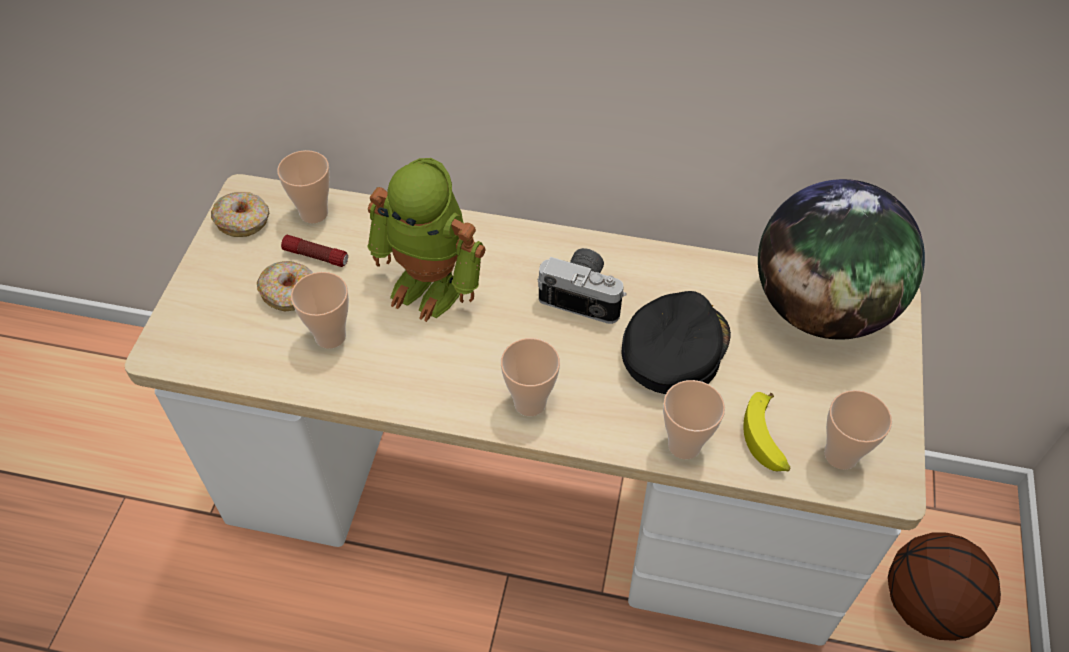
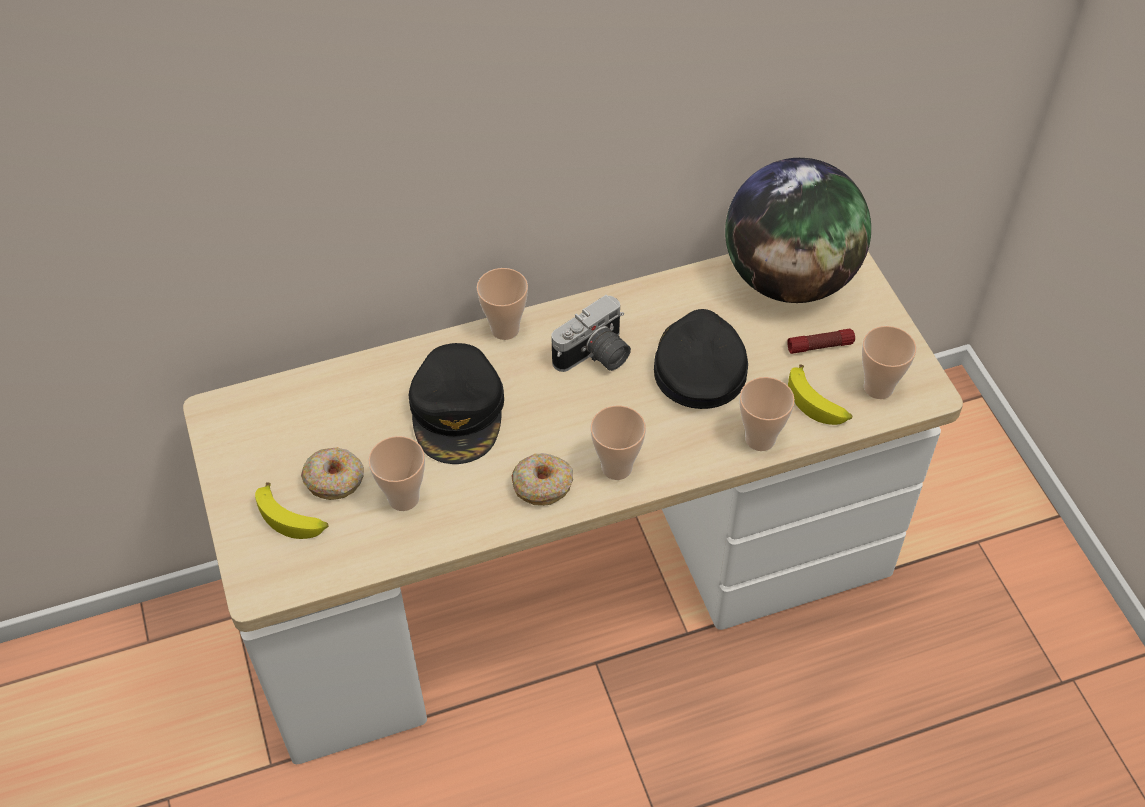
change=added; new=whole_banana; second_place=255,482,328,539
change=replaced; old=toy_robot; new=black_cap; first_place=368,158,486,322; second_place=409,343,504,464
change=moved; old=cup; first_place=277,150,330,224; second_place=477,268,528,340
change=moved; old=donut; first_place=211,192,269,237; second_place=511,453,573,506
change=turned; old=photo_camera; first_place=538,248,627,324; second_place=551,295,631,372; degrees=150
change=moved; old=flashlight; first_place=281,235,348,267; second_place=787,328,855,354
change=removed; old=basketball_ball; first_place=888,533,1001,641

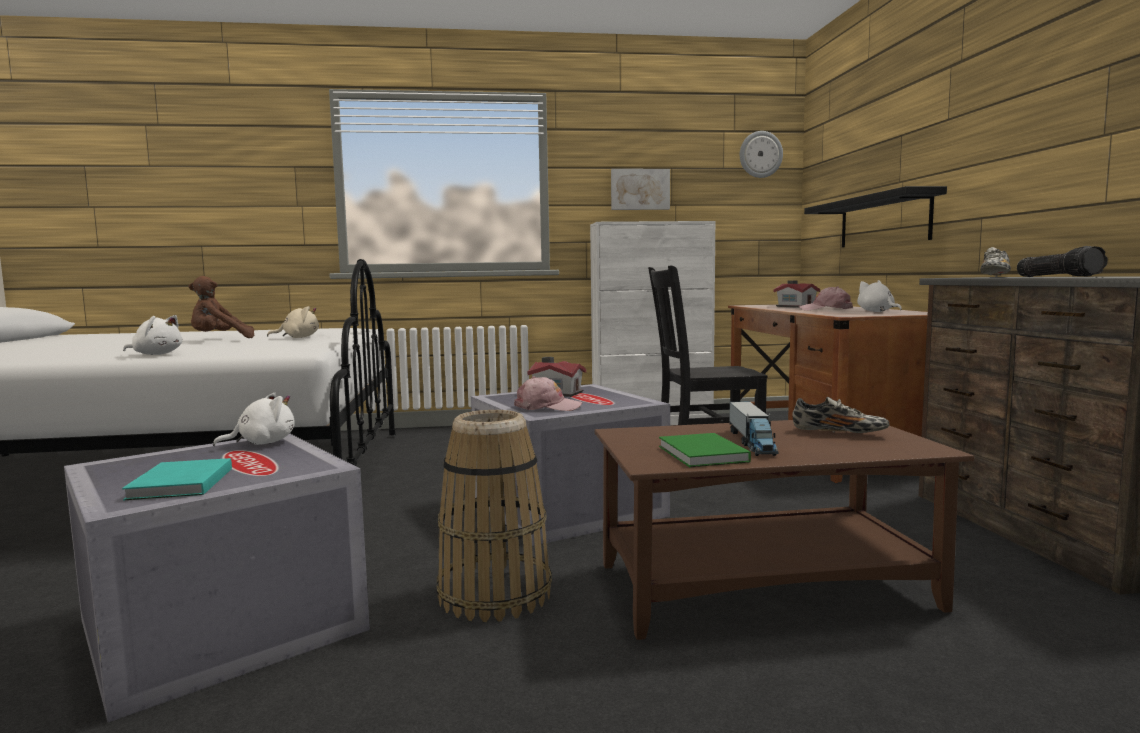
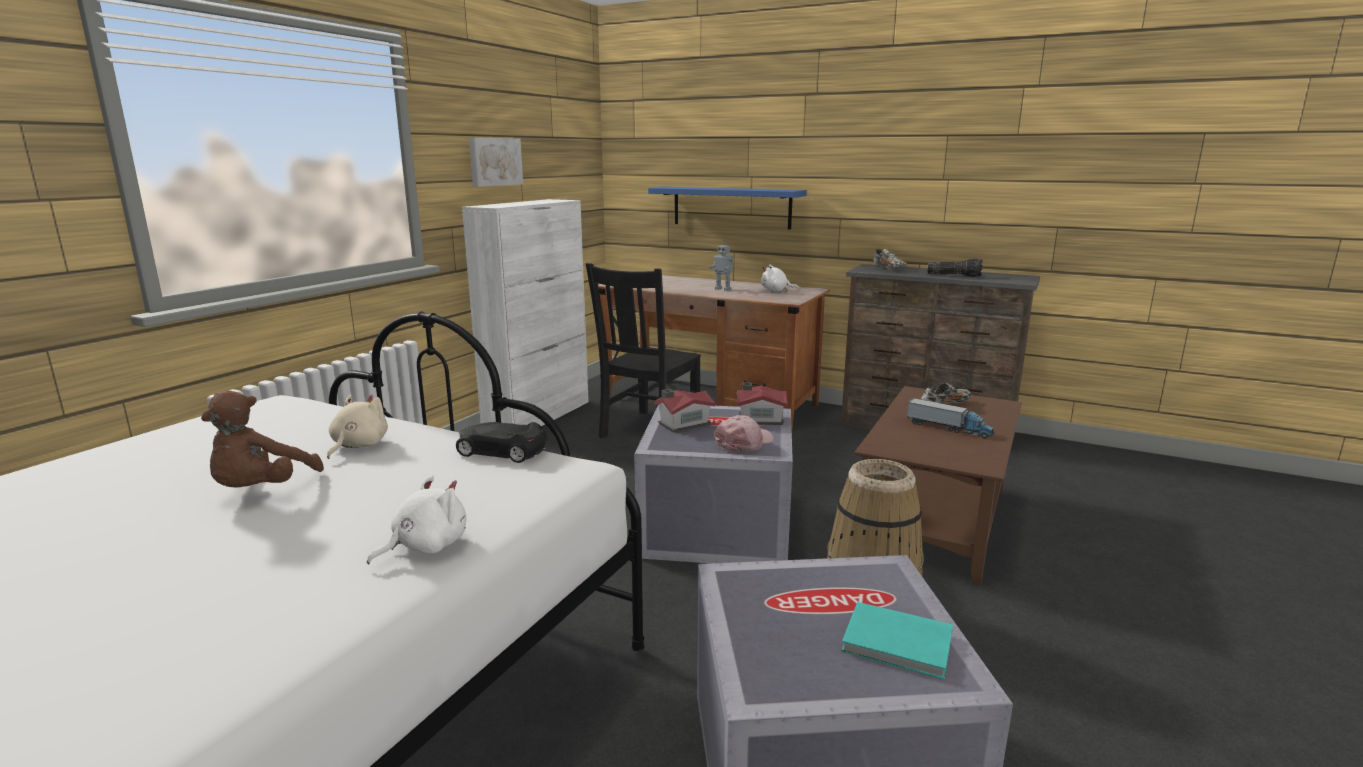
change=added; new=black_miniature_car; second_place=456,422,548,463
change=recoloured; old=black_bracket_shelf; new=blue-coloured_bracket_shelf; first_place=804,186,947,248; second_place=648,187,807,230
change=replaced; old=pink_cap; new=toy_robot; first_place=799,286,853,310; second_place=709,240,734,291
change=moved; old=toy_house; first_place=773,280,820,308; second_place=737,382,787,425
change=removed; old=whitish_cuddly_toy; first_place=213,393,295,446
change=removed; old=greenish_volume; first_place=659,433,751,467
change=removed; old=hanging_clock; first_place=740,131,783,178

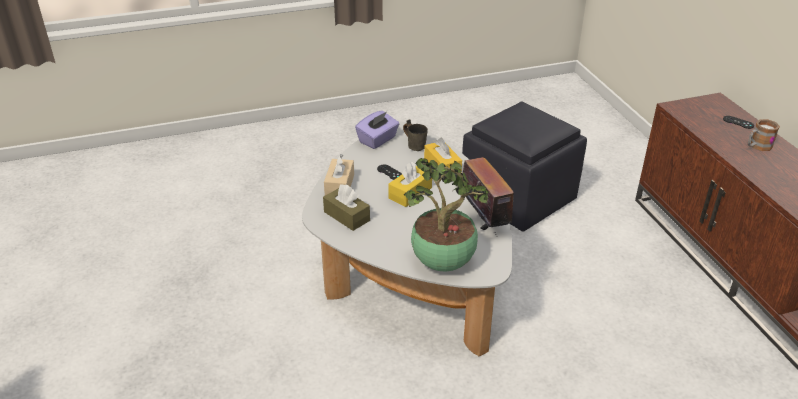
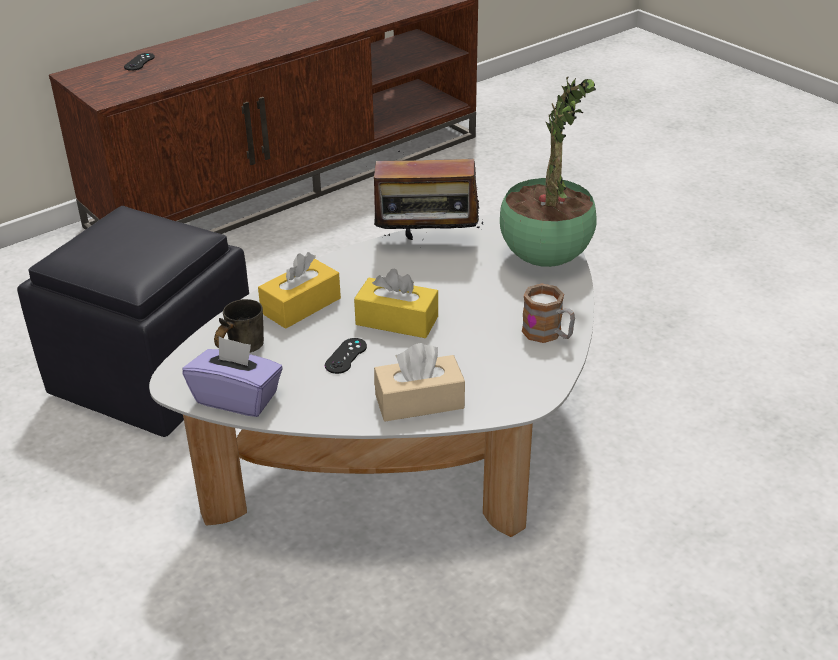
change=turned; old=radio_set; first_place=463,157,514,237; second_place=367,151,483,240; degrees=-135
change=moved; old=mug; first_place=748,119,780,151; second_place=522,283,575,343
change=removed; old=brownish_tissue_box; first_place=323,184,370,231

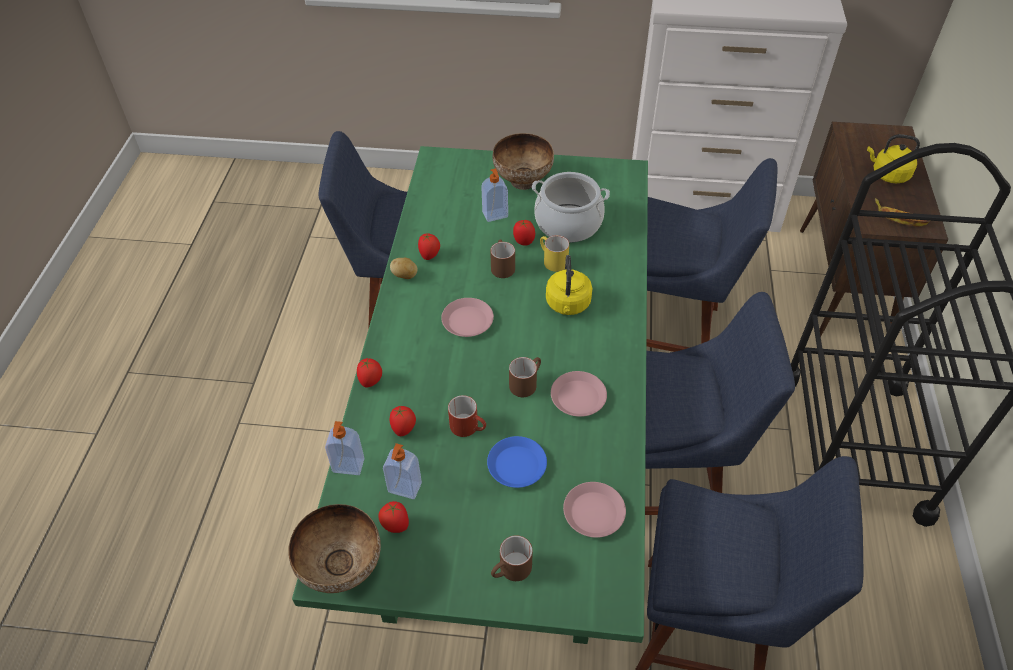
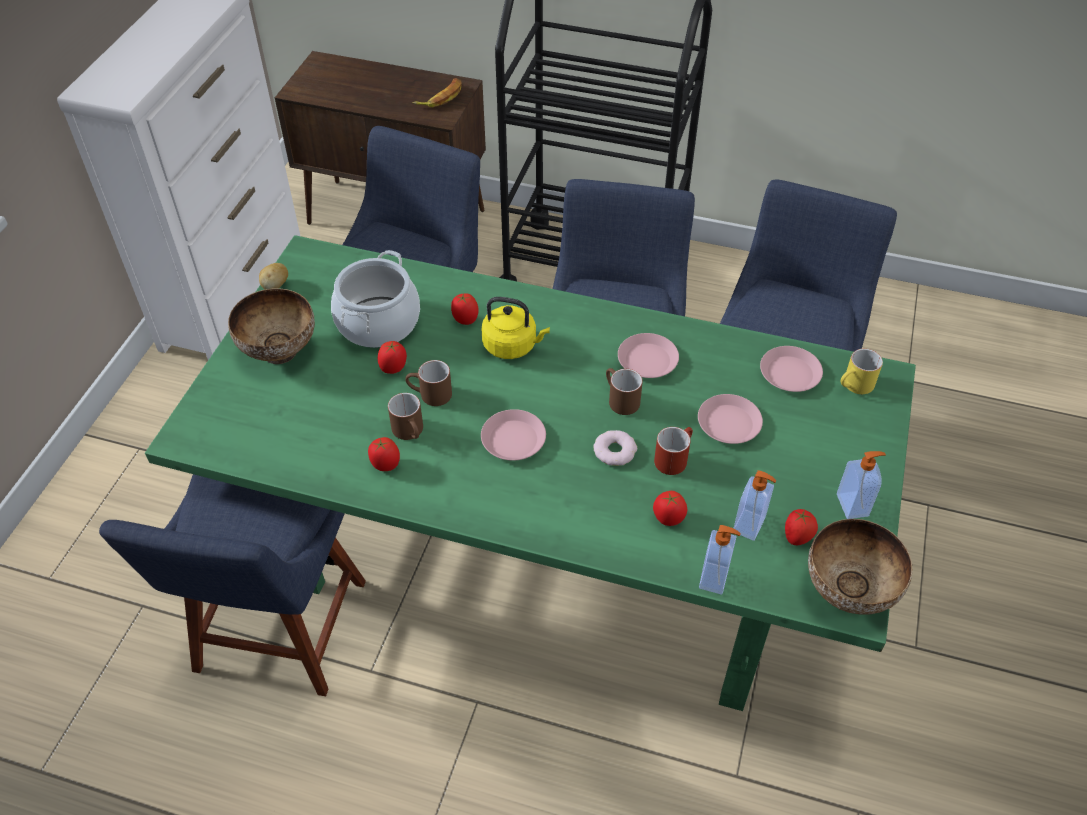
change=moved; old=potato; first_place=390,258,418,279; second_place=259,263,288,289
change=moved; old=brownish_mug; first_place=491,535,533,581; second_place=388,393,423,440
change=moved; old=tomato; first_place=357,358,382,387; second_place=451,293,479,325
change=added; new=donut; second_place=594,430,637,466
change=recoloured; old=blue-coloured_flat_dish; new=pink_flat_dish; first_place=487,436,547,488; second_place=698,394,763,444
change=moved; old=soap_bottle; first_place=481,168,508,222; second_place=837,451,886,519
change=moved; old=yellow-coloured_mug; first_place=540,235,569,272; second_place=841,349,883,394
change=removed; old=yellow-coloured_kettle; first_place=867,134,920,183

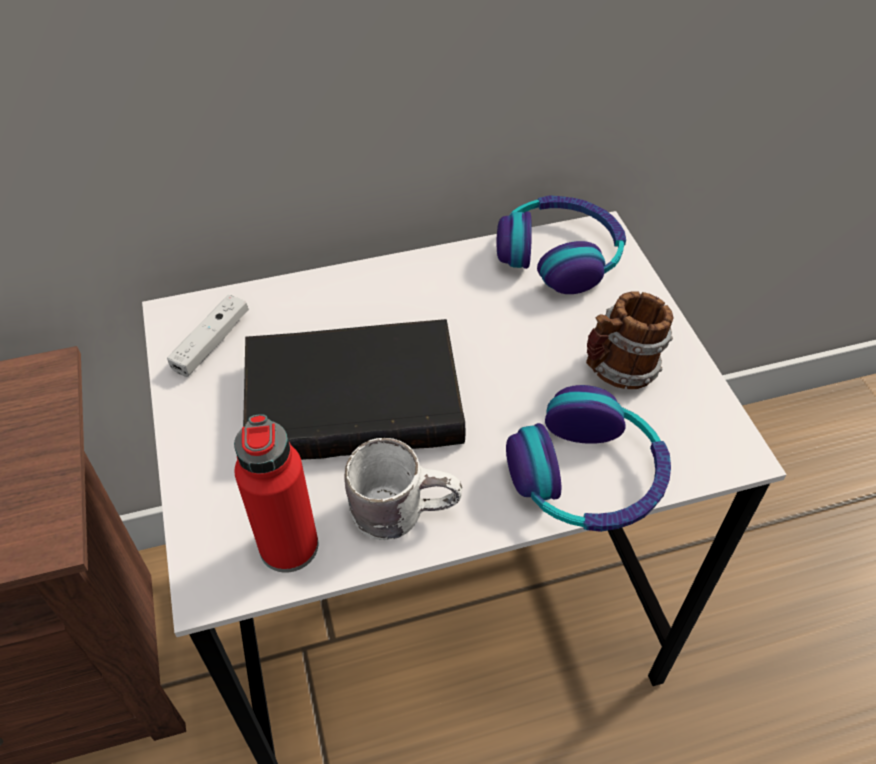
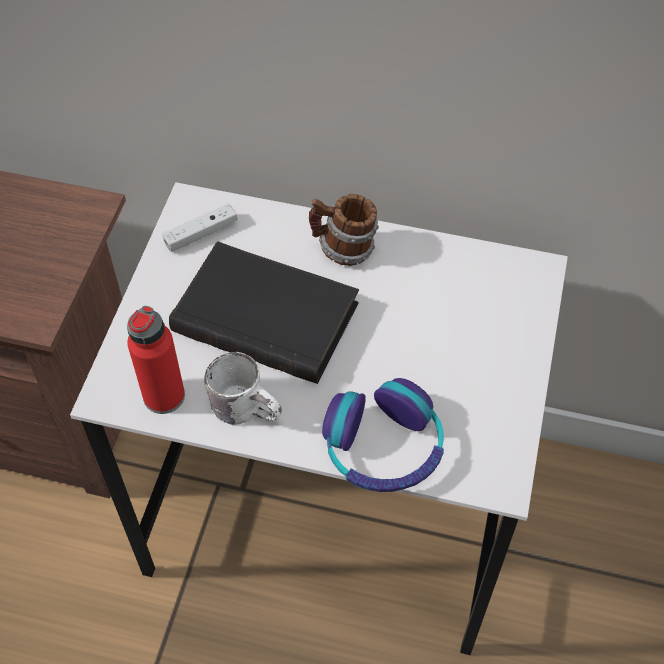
change=moved; old=mug; first_place=586,291,674,389; second_place=309,194,379,266
change=removed; old=headphones; first_place=496,195,626,294

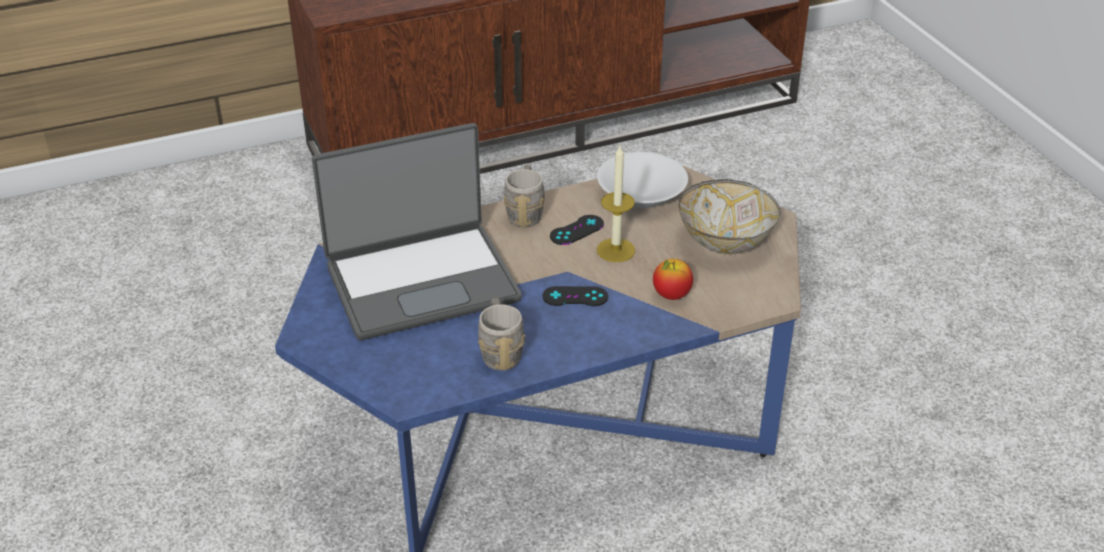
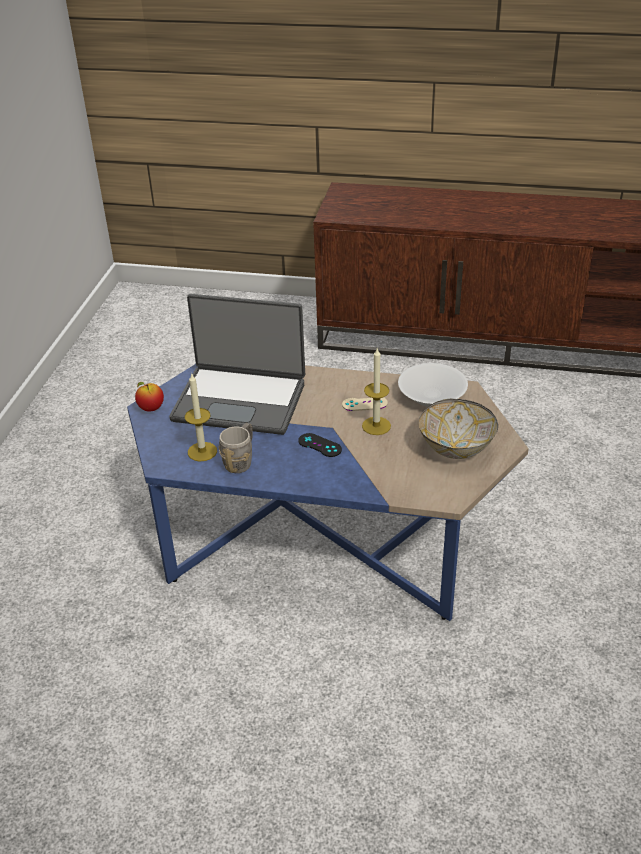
change=moved; old=apple_fruit; first_place=653,259,693,300; second_place=135,382,164,412
change=added; new=wax_light; second_place=185,374,217,461
change=recoloured; old=black_game_controller; new=sand-coloured_game_controller; first_place=550,215,604,245; second_place=342,397,388,411
change=removed; old=greyish_mug; first_place=503,165,545,227

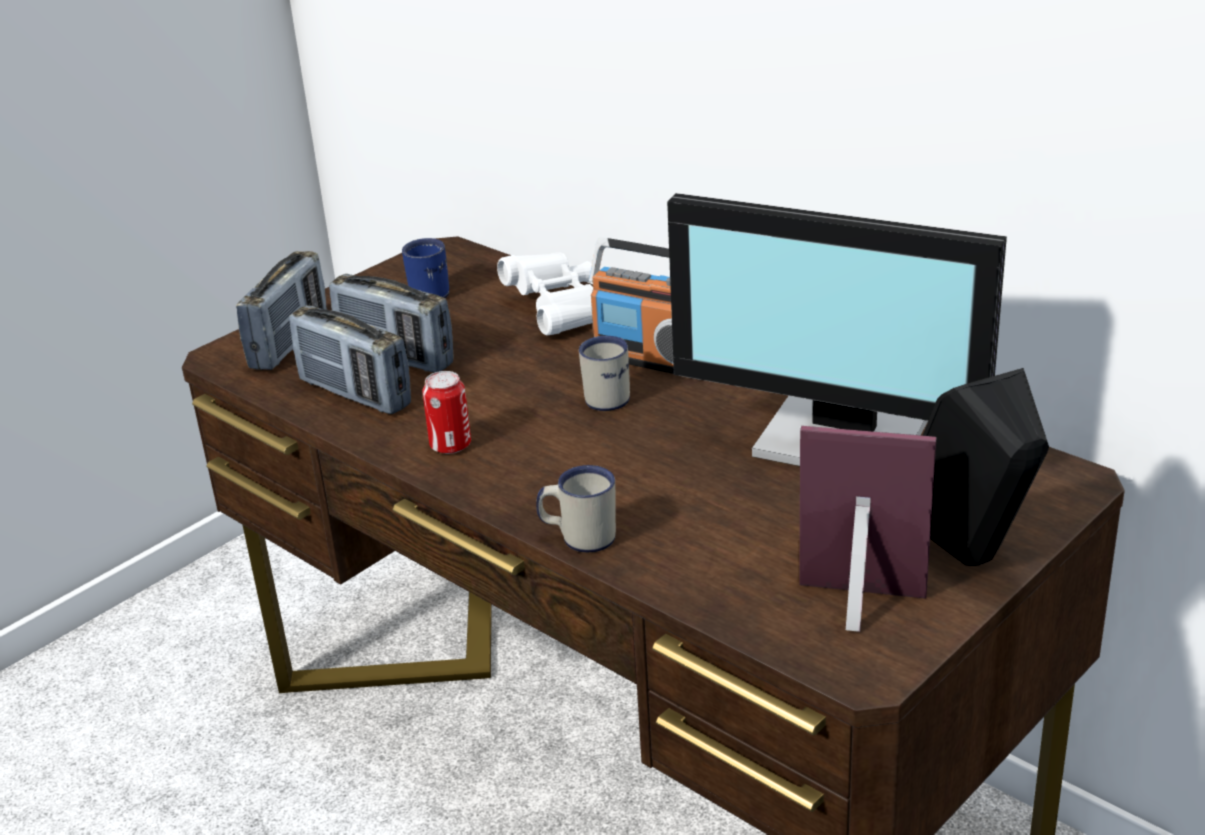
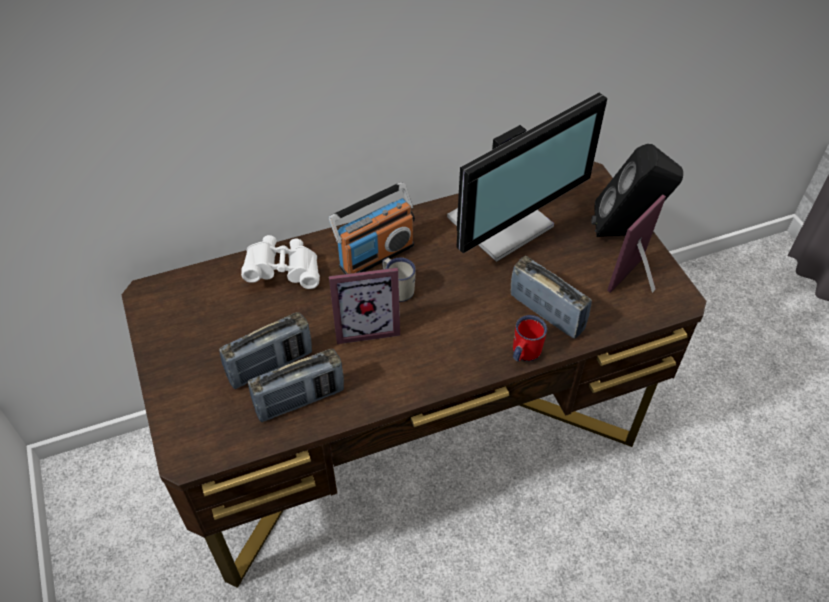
change=added; new=photo_frame; second_place=329,268,400,344
change=moved; old=radio_set; first_place=236,251,327,370; second_place=511,256,592,339
change=recoloured; old=whitish_mug; new=reddish_mug; first_place=536,465,616,553; second_place=513,315,547,362
change=removed; old=blue-coloured_mug; first_place=402,238,449,298
change=removed; old=metal_can; first_place=422,371,471,454

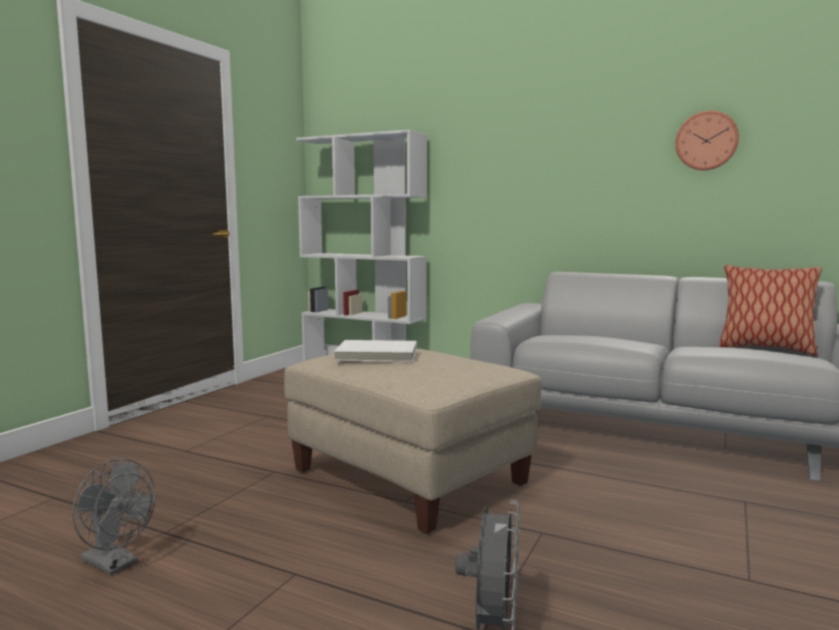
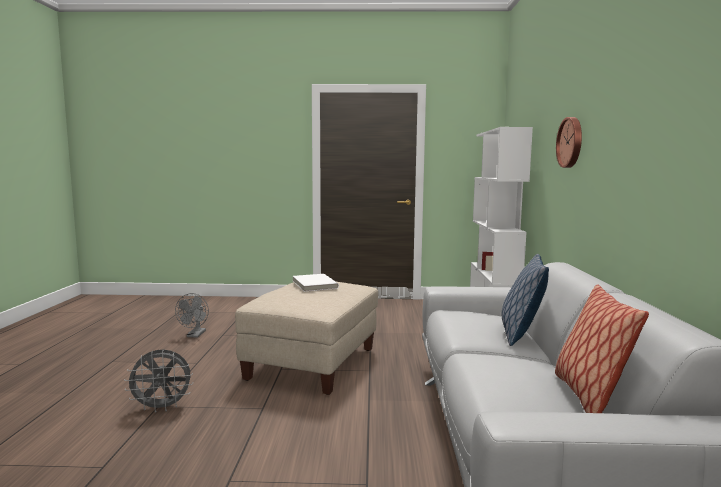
change=added; new=cushion; second_place=502,254,549,346
change=moved; old=hanging_clock; first_place=676,111,739,170; second_place=556,117,582,168

